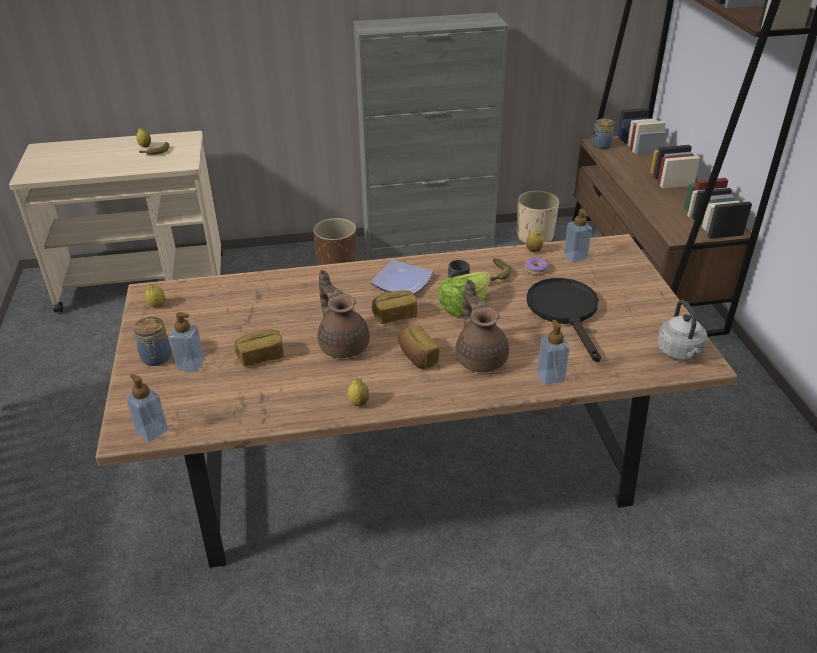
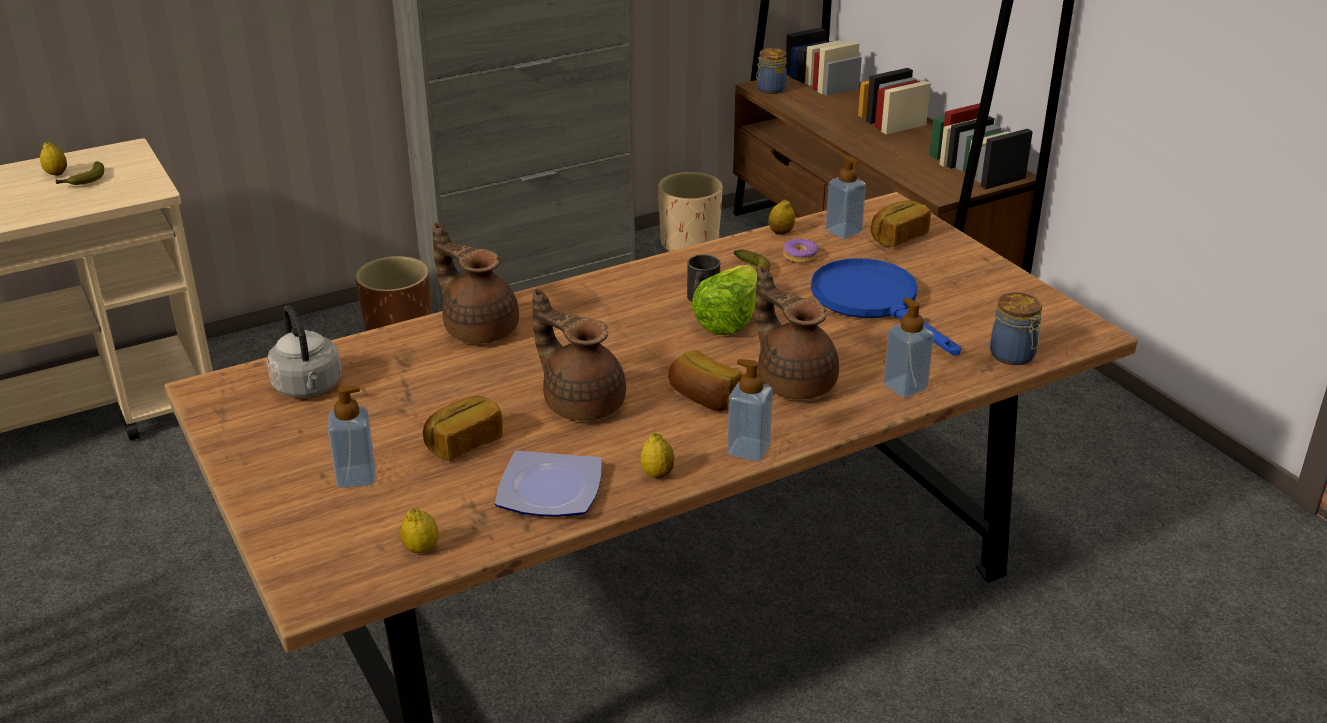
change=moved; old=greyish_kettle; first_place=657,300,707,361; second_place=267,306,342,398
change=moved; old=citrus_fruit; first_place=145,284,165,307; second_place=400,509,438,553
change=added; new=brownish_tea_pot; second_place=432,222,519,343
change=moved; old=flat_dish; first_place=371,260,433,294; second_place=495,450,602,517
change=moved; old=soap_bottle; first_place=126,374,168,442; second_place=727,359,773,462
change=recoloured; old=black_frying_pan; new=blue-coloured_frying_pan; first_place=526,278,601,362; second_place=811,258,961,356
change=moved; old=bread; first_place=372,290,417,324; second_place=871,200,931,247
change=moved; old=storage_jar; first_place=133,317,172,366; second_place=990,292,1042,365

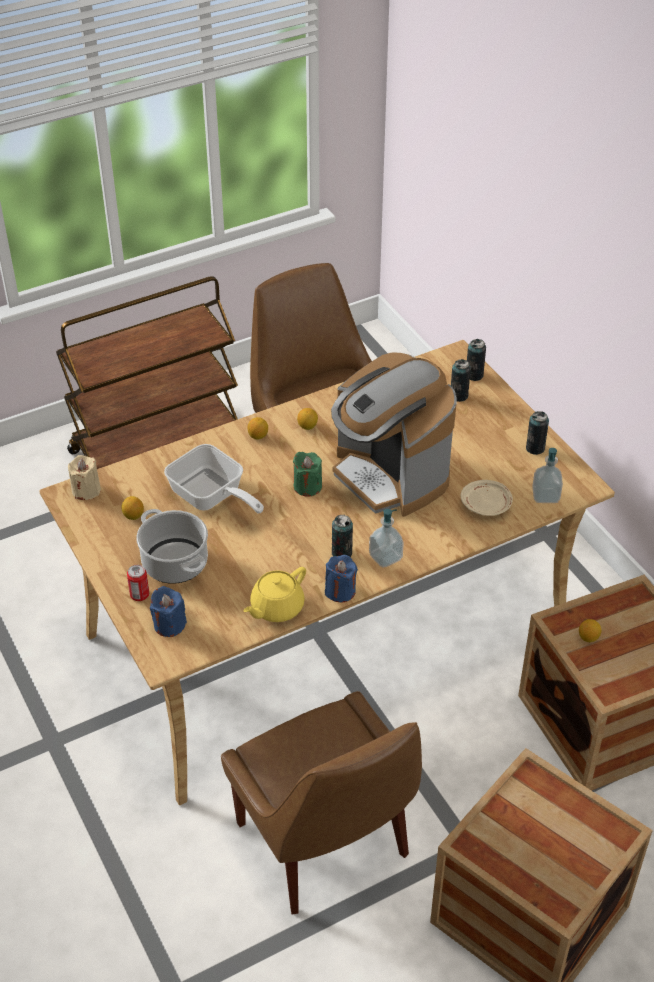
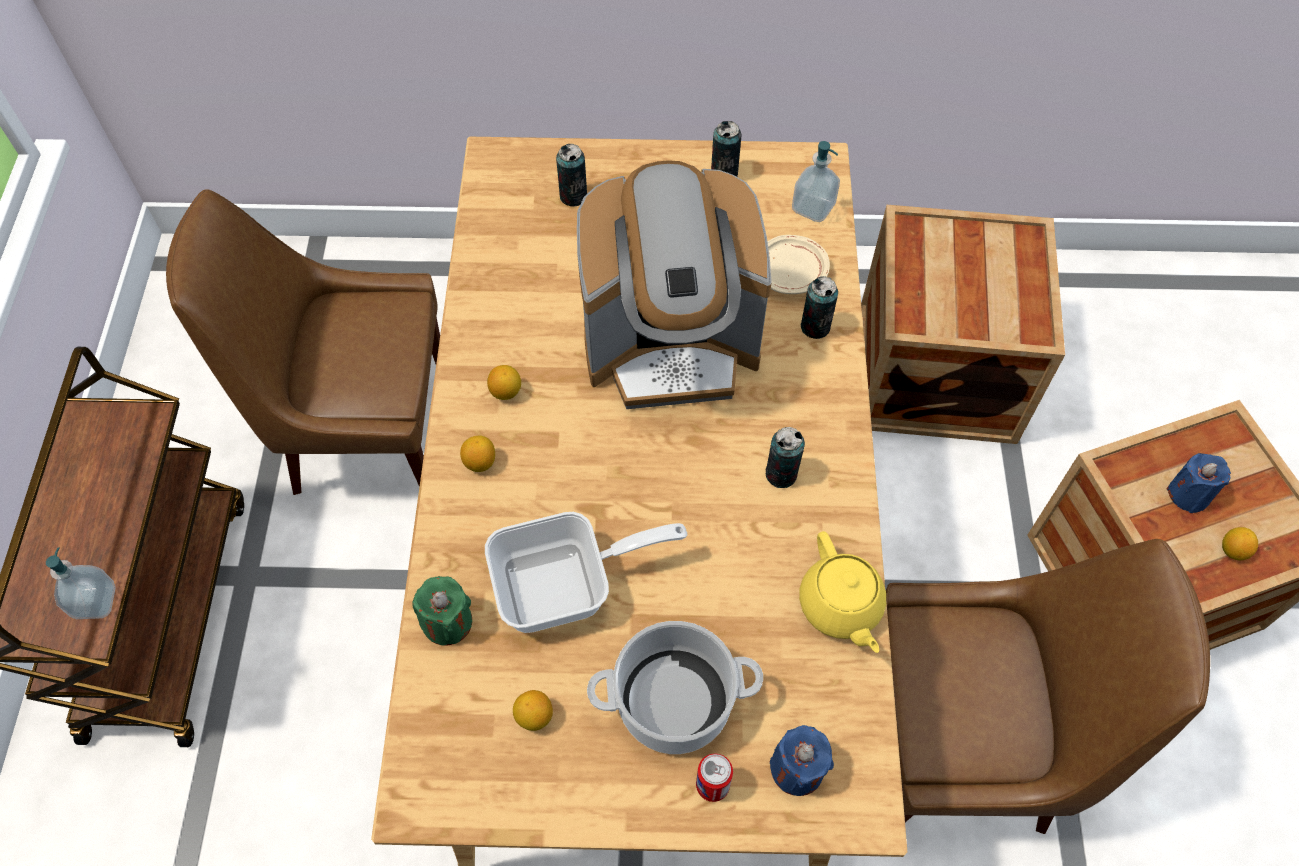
change=moved; old=soap_bottle; first_place=369,509,404,568; second_place=46,548,116,619
change=moved; old=greenish_wax_light; first_place=293,452,322,497; second_place=412,576,472,646
change=moved; old=metal_can; first_place=467,339,486,381; second_place=800,276,838,339
change=moved; old=blue-coloured_wax_light; first_place=325,555,358,602; second_place=1167,453,1231,513
change=moved; old=citrus_fruit; first_place=579,619,601,642; second_place=1222,527,1258,560
change=removed; old=sand-coloured_wax_light; first_place=68,455,101,500

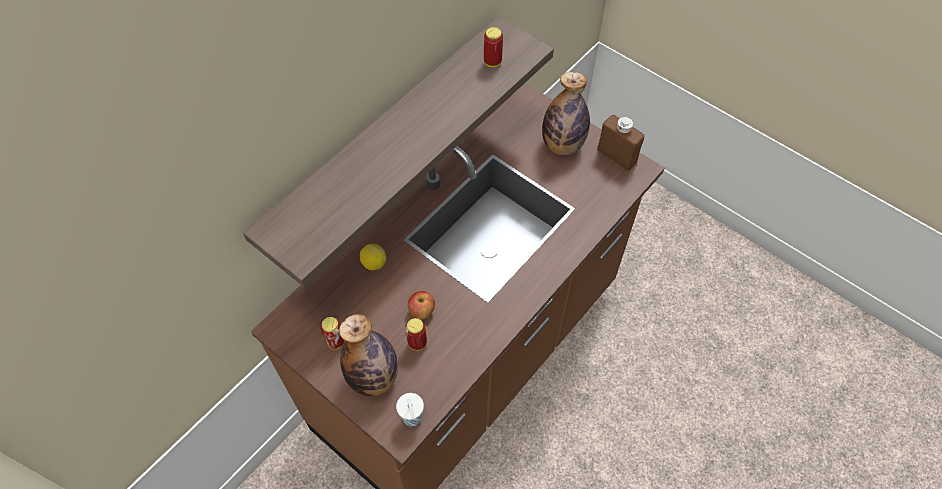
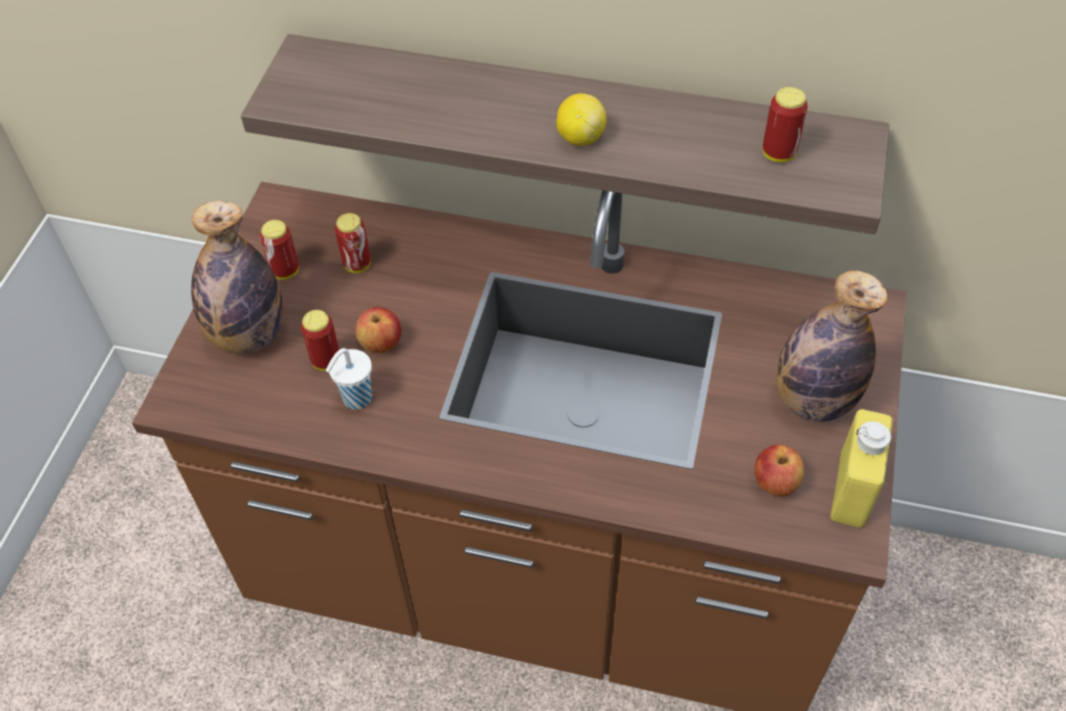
change=moved; old=whitish_cup; first_place=396,393,424,427; second_place=326,348,372,410
change=added; new=metal_can; second_place=335,213,371,273
change=moved; old=citrus_fruit; first_place=360,243,386,270; second_place=556,93,606,146
change=added; new=apple_fruit; second_place=755,445,804,497
change=recoloured; old=brownish_drink_bottle; new=yellow-coloured_drink_bottle; first_place=597,115,644,171; second_place=830,409,893,528

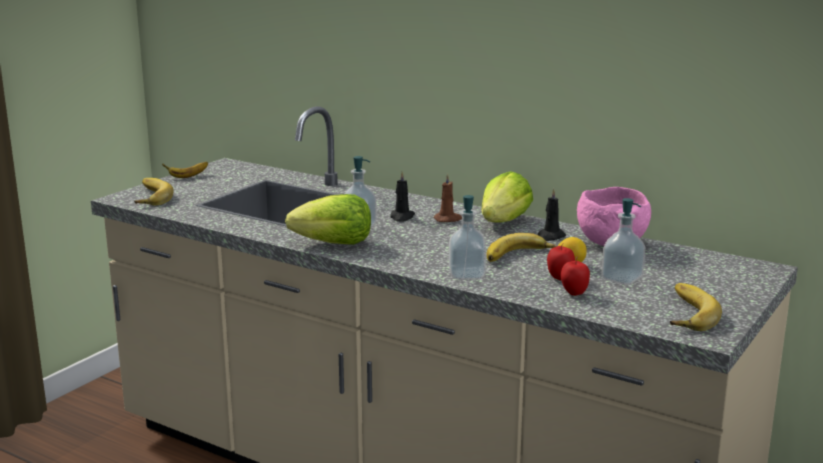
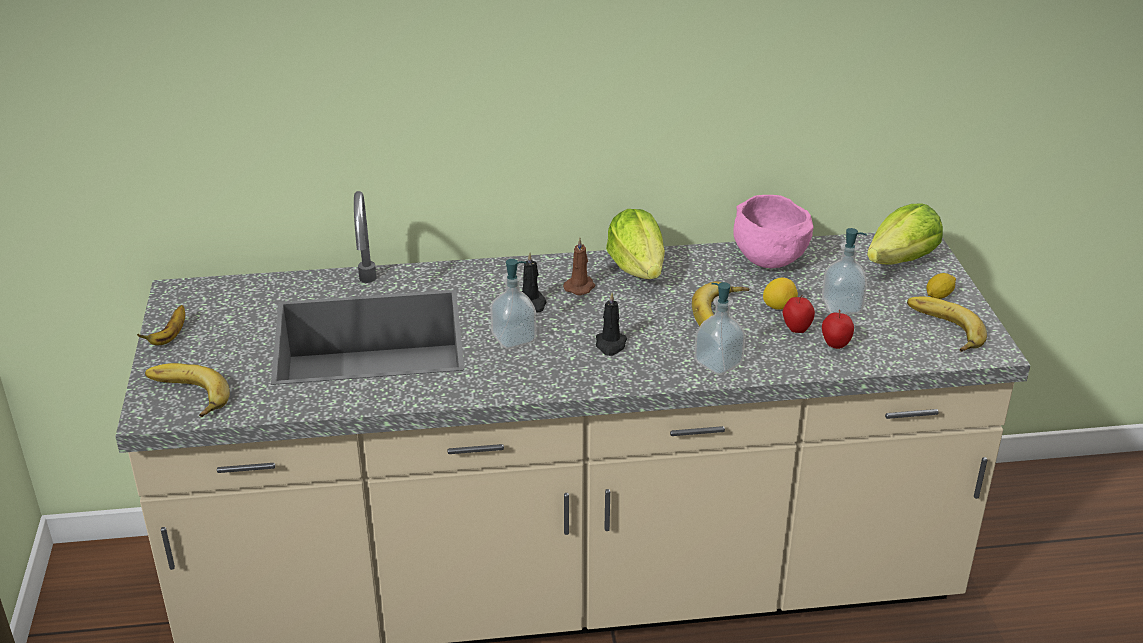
change=moved; old=black_wax_light; first_place=538,188,566,241; second_place=596,292,627,356
change=moved; old=lettuce; first_place=285,194,371,245; second_place=867,203,943,264
change=added; new=citrus_fruit; second_place=926,273,956,299

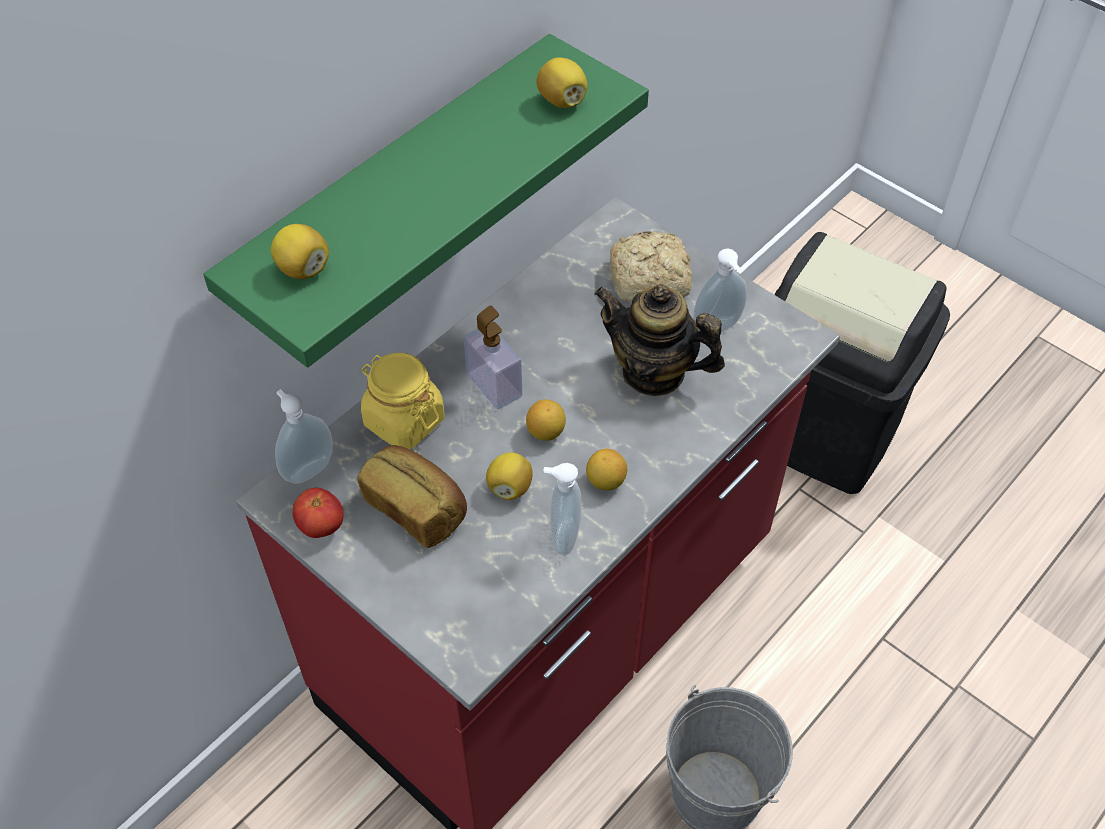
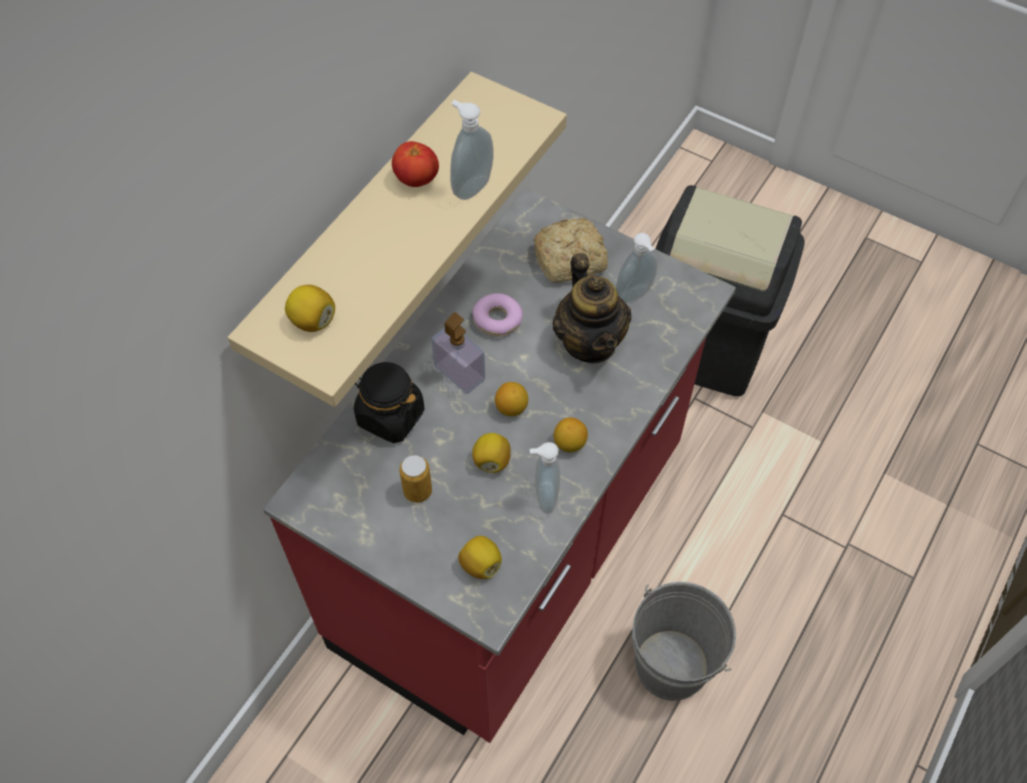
change=recoloured; old=greenish_bracket_shelf; new=sand-coloured_bracket_shelf; first_place=203,34,649,368; second_place=228,72,567,407
change=recoloured; old=yellow-coloured_storage_jar; new=black_storage_jar; first_place=361,353,444,450; second_place=354,362,425,443
change=moved; old=tomato; first_place=292,488,344,538; second_place=392,141,439,187
change=replaced; old=bread; new=metal_can; first_place=357,446,467,548; second_place=399,455,432,503
change=moved; old=soap_bottle; first_place=275,389,333,484; second_place=450,100,494,200
change=moved; old=citrus_fruit; first_place=536,58,587,108; second_place=458,536,502,579
change=added; new=donut; second_place=472,293,523,337
change=turned; old=tea_pot; first_place=594,284,725,396; second_place=553,253,632,363; degrees=-120

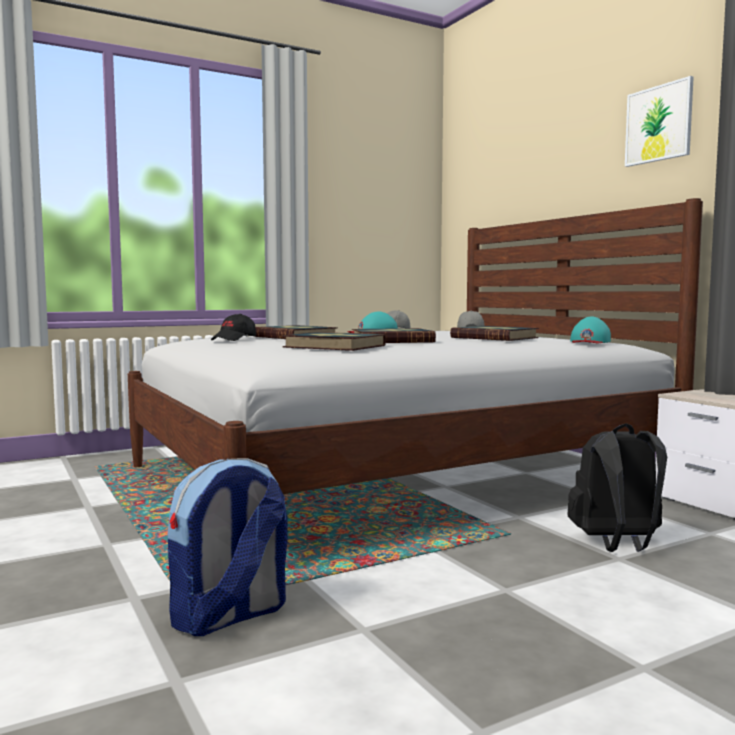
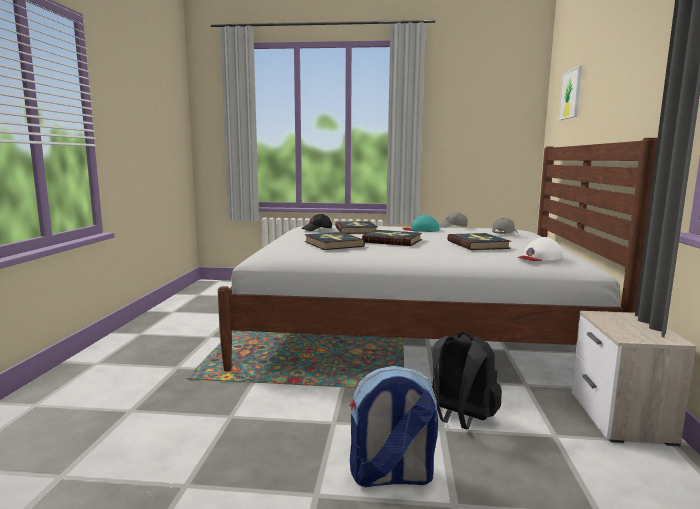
change=moved; old=backpack; first_place=168,458,288,636; second_place=349,366,438,487
change=recoloured; old=blue-green_cap; new=whitish_cap; first_place=570,316,611,343; second_place=517,237,563,261
change=moved; old=wall_picture; first_place=625,76,694,167; second_place=558,66,582,120

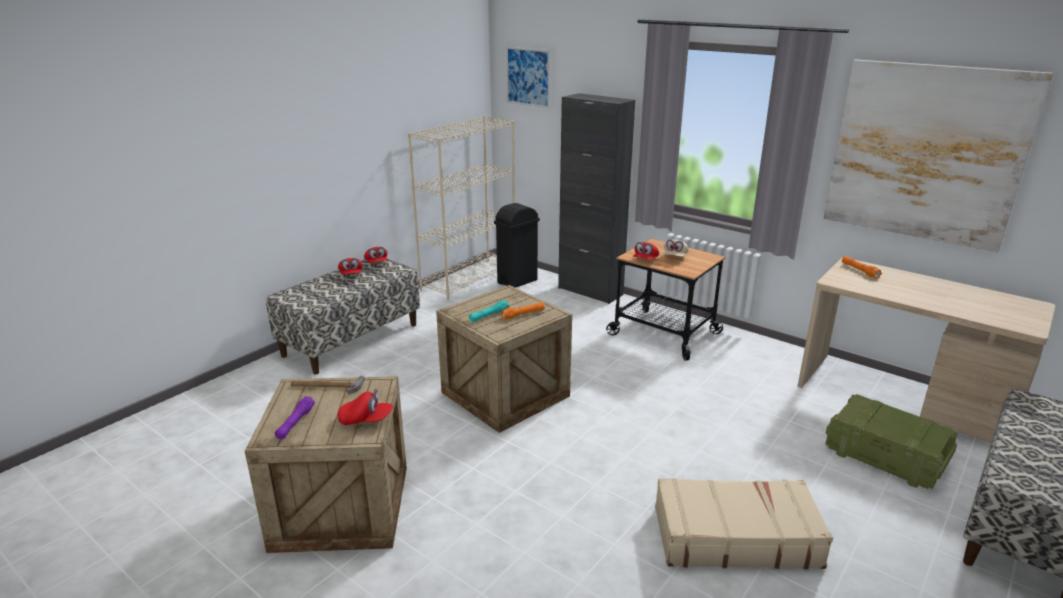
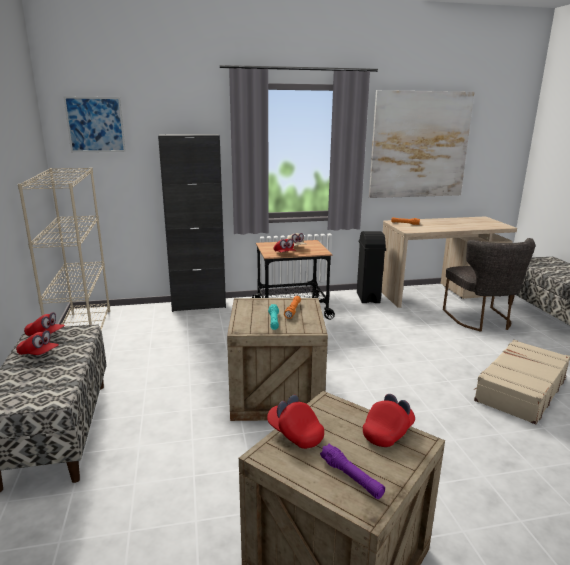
change=replaced; old=tool_hammer; new=reddish_cap; first_place=291,376,365,394; second_place=267,395,324,449
change=moved; old=black_rubbish_bin; first_place=494,203,540,288; second_place=357,231,386,303
change=replaced; old=crate; new=greyish_plain_chair; first_place=825,394,958,489; second_place=443,238,535,332

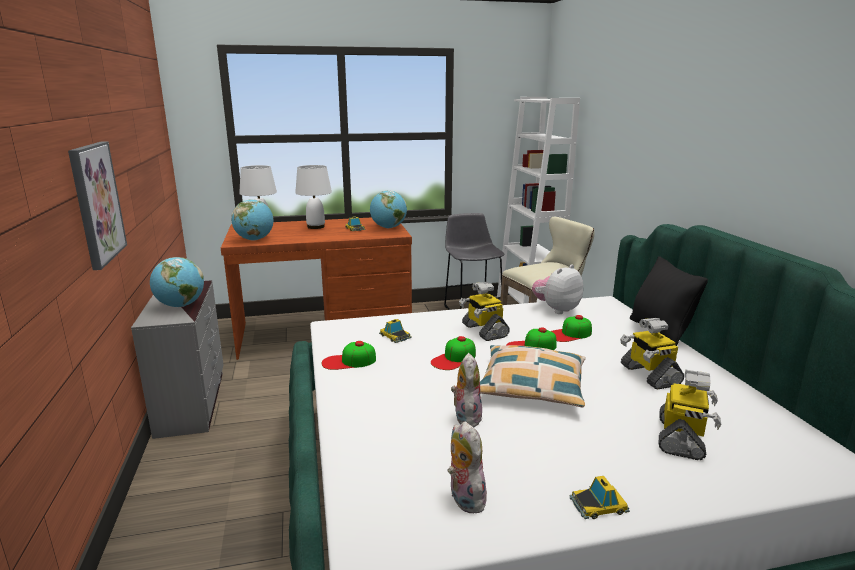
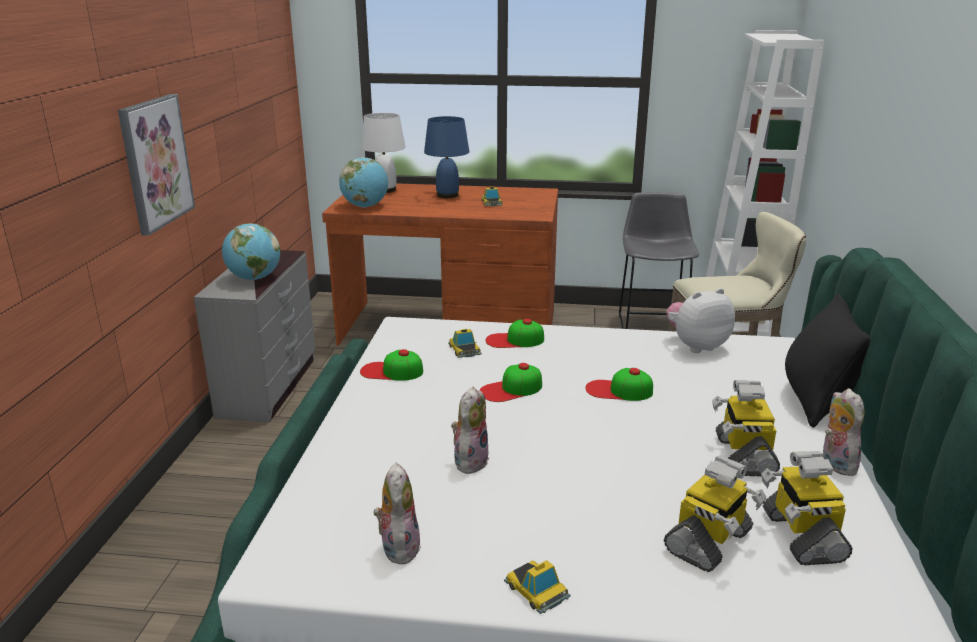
change=recoloured; old=whitish_lamp_for_a_table; new=blue-coloured_lamp_for_a_table; first_place=295,165,332,229; second_place=424,116,469,198
change=moved; old=cap; first_place=551,315,592,342; second_place=485,319,544,348
change=turned; old=miniature_car; first_place=569,476,630,519; second_place=504,560,571,614; degrees=45
change=moved; old=toy_robot; first_place=459,282,510,341; second_place=761,451,852,565
change=added; new=cuddly_toy; second_place=823,388,864,476
change=removed; old=globe; first_place=370,191,407,228
change=removed; old=cushion; first_place=480,345,586,408

